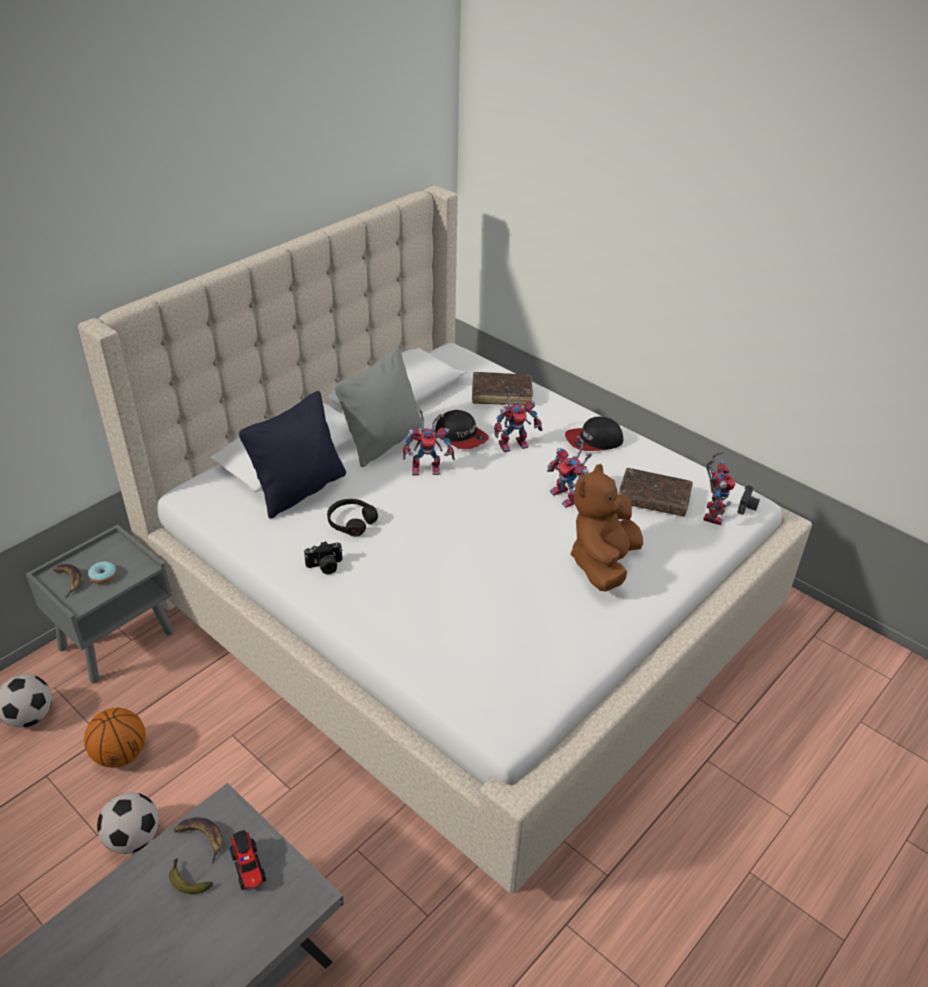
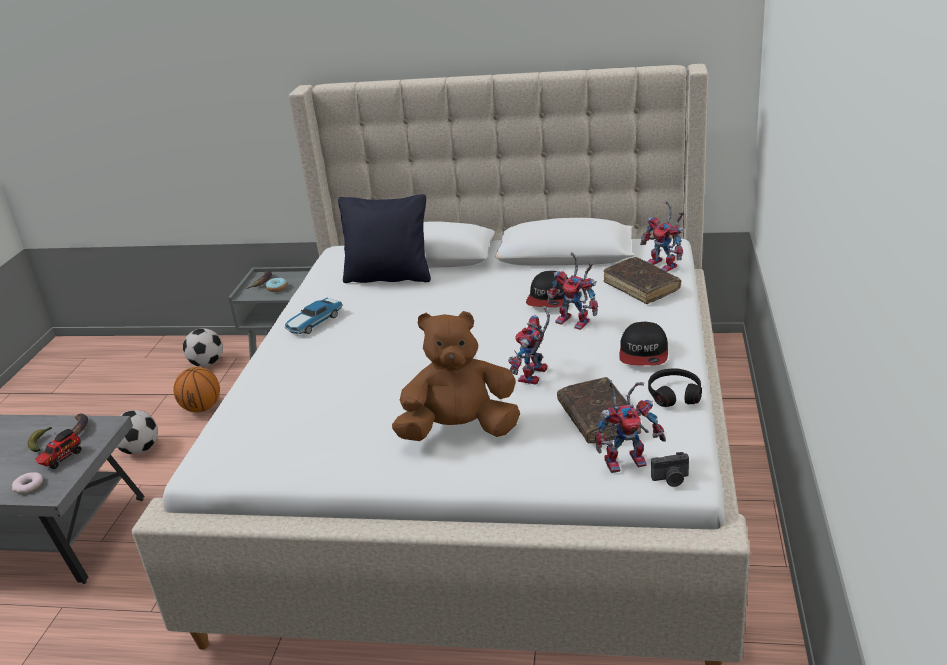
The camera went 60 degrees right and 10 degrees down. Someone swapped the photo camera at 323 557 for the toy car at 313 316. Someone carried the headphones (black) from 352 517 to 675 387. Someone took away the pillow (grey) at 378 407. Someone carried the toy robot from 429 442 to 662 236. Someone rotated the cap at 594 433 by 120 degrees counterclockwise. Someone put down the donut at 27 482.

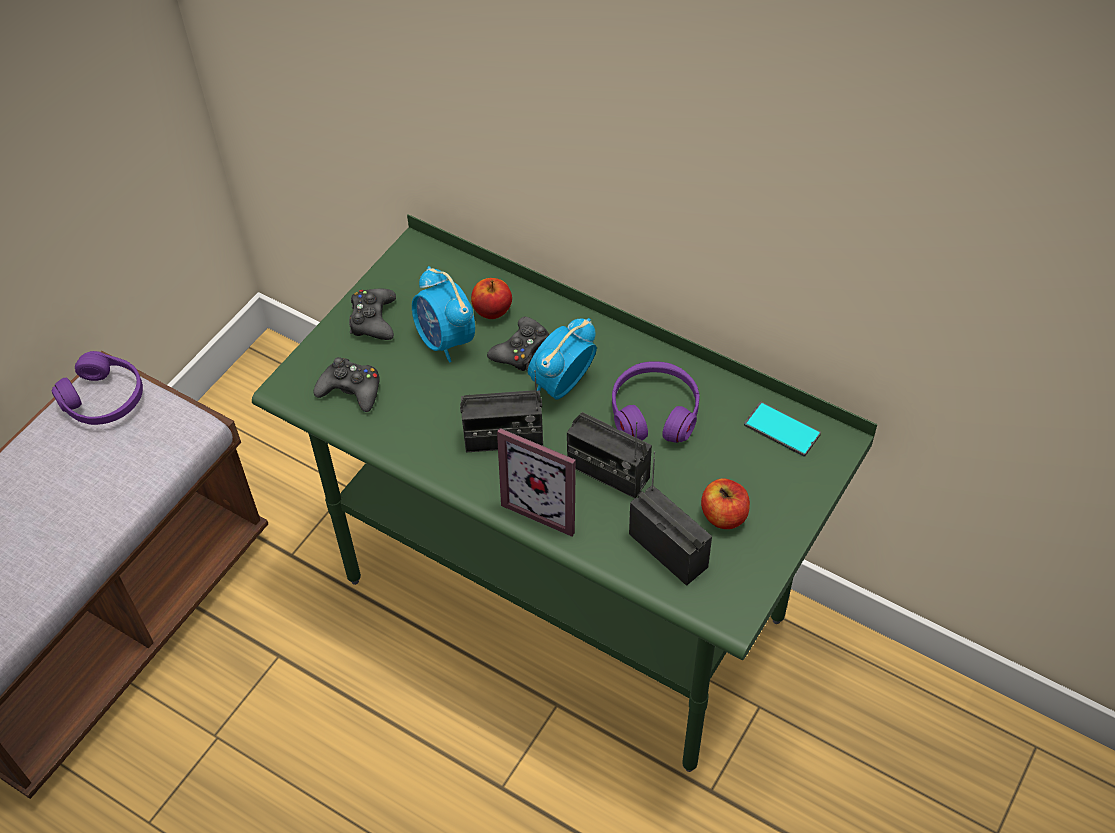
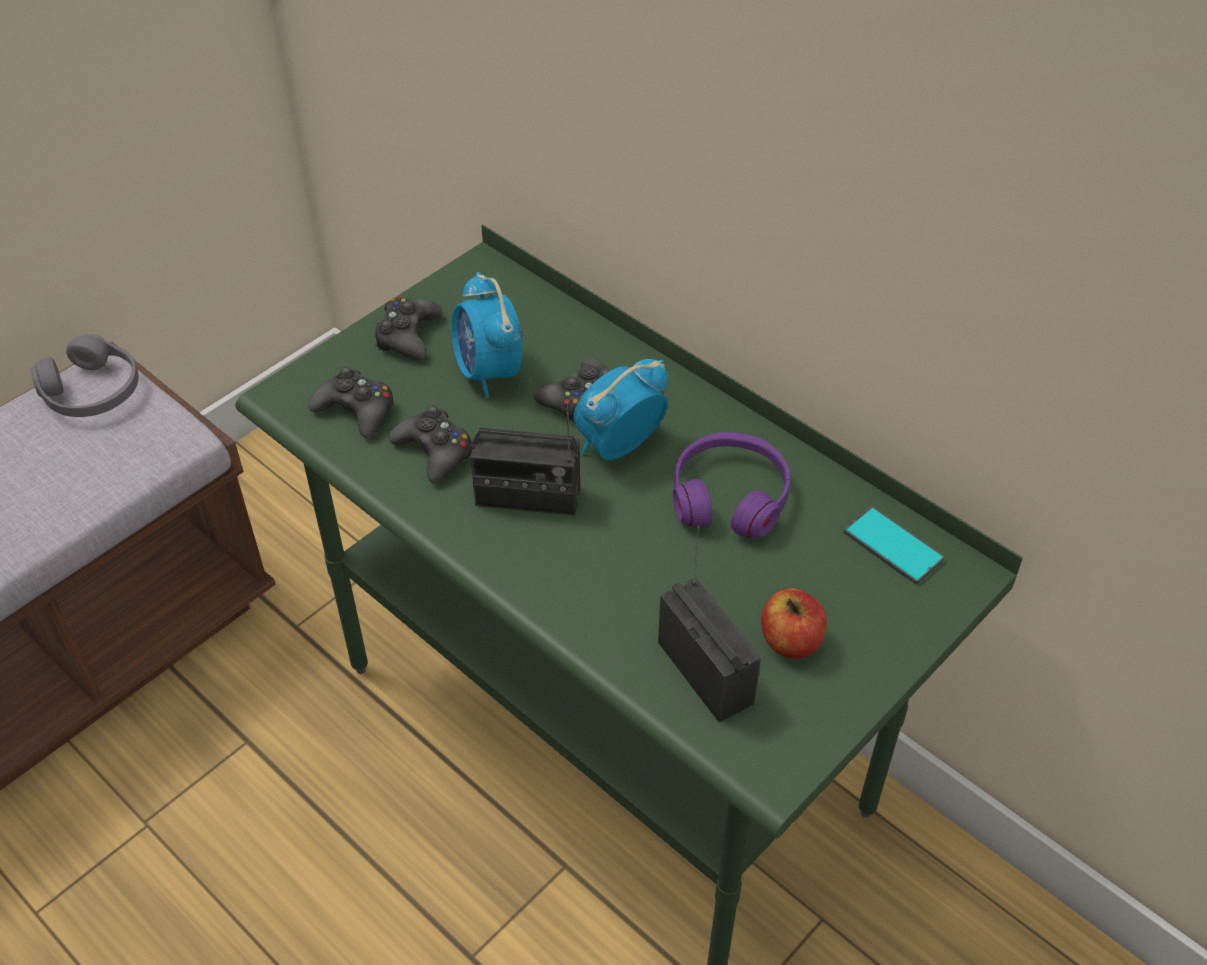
The camera went 10 degrees right and 5 degrees down. Someone repainted the headphones (purple) at 97 388, which became the headphones (grey) at 84 375. Someone took away the apple at 491 298. Someone took away the picture frame at 536 482. Someone took away the radio at 609 455. Someone put down the game controller (black) at 430 444.

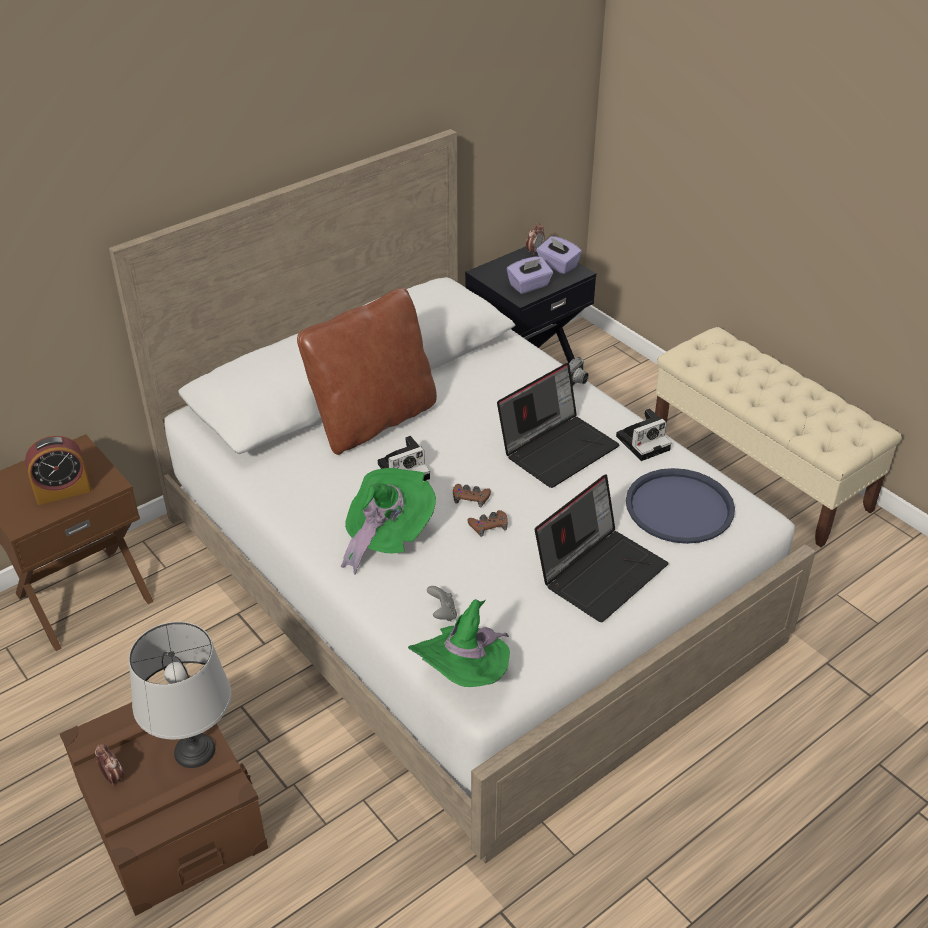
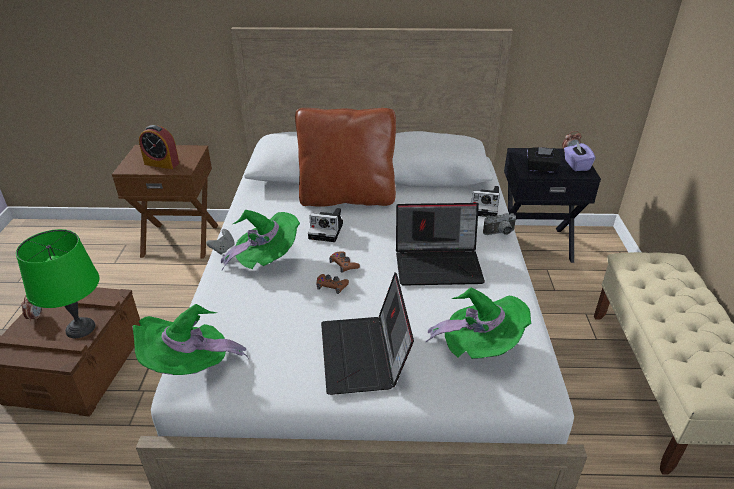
The camera went 40 degrees right and 5 degrees down. Someone repainted the table lamp (grey) at 180 695, which became the table lamp (green) at 58 283. Someone carried the game controller (grey) from 442 604 to 220 242. Someone repainted the tissue box (purple) at 530 275, which became the tissue box (black) at 544 160. Someone rotated the laptop at 602 548 by 90 degrees clockwise. Someone carried the photo camera from 643 434 to 485 201. Someone swapped the tray (blue) at 680 506 for the hat (green) at 478 323.

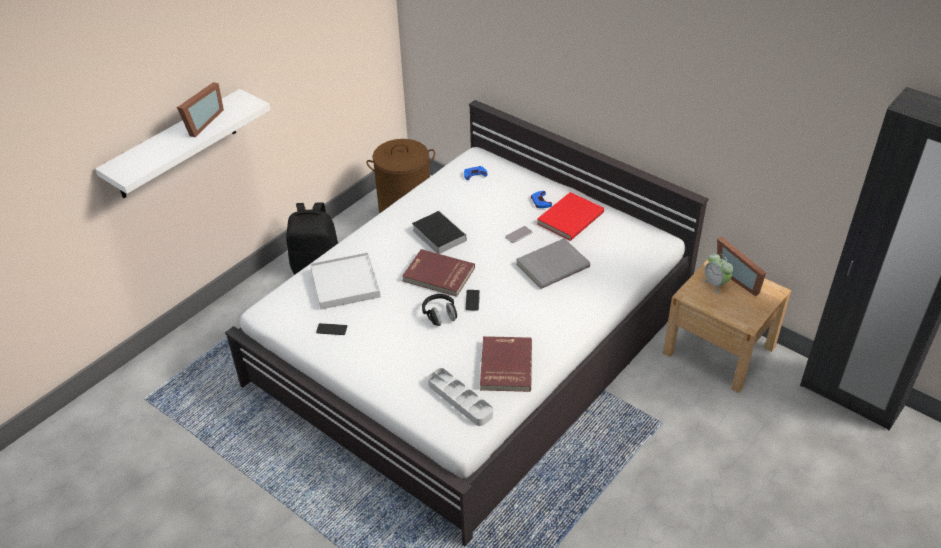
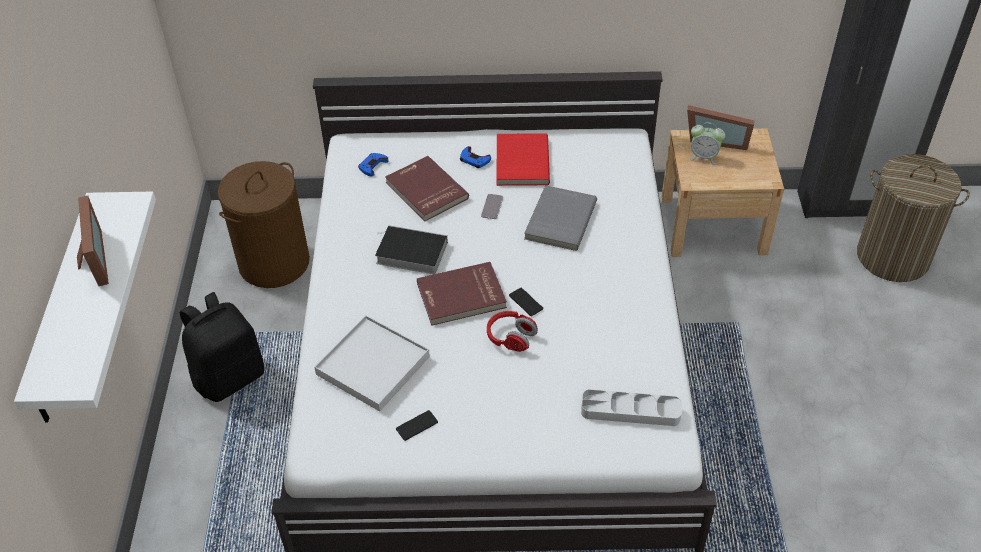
The camera went 40 degrees left and 5 degrees up. Someone repainted the headphones (black) at 439 310, which became the headphones (red) at 512 331. Someone carried the book (red) from 506 364 to 427 188. Someone put down the laundry basket at 913 218.

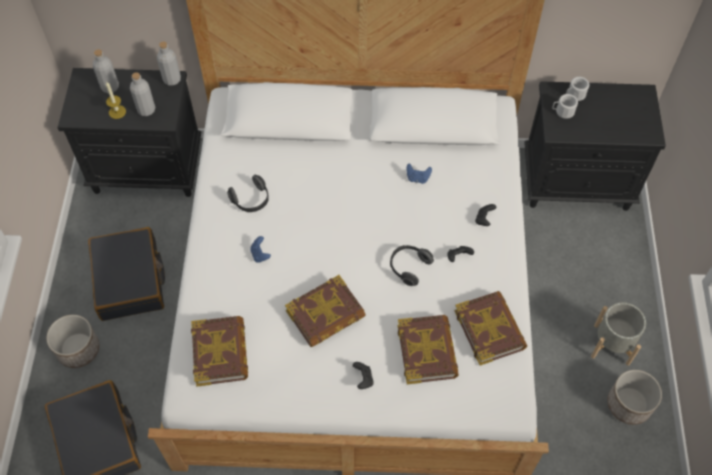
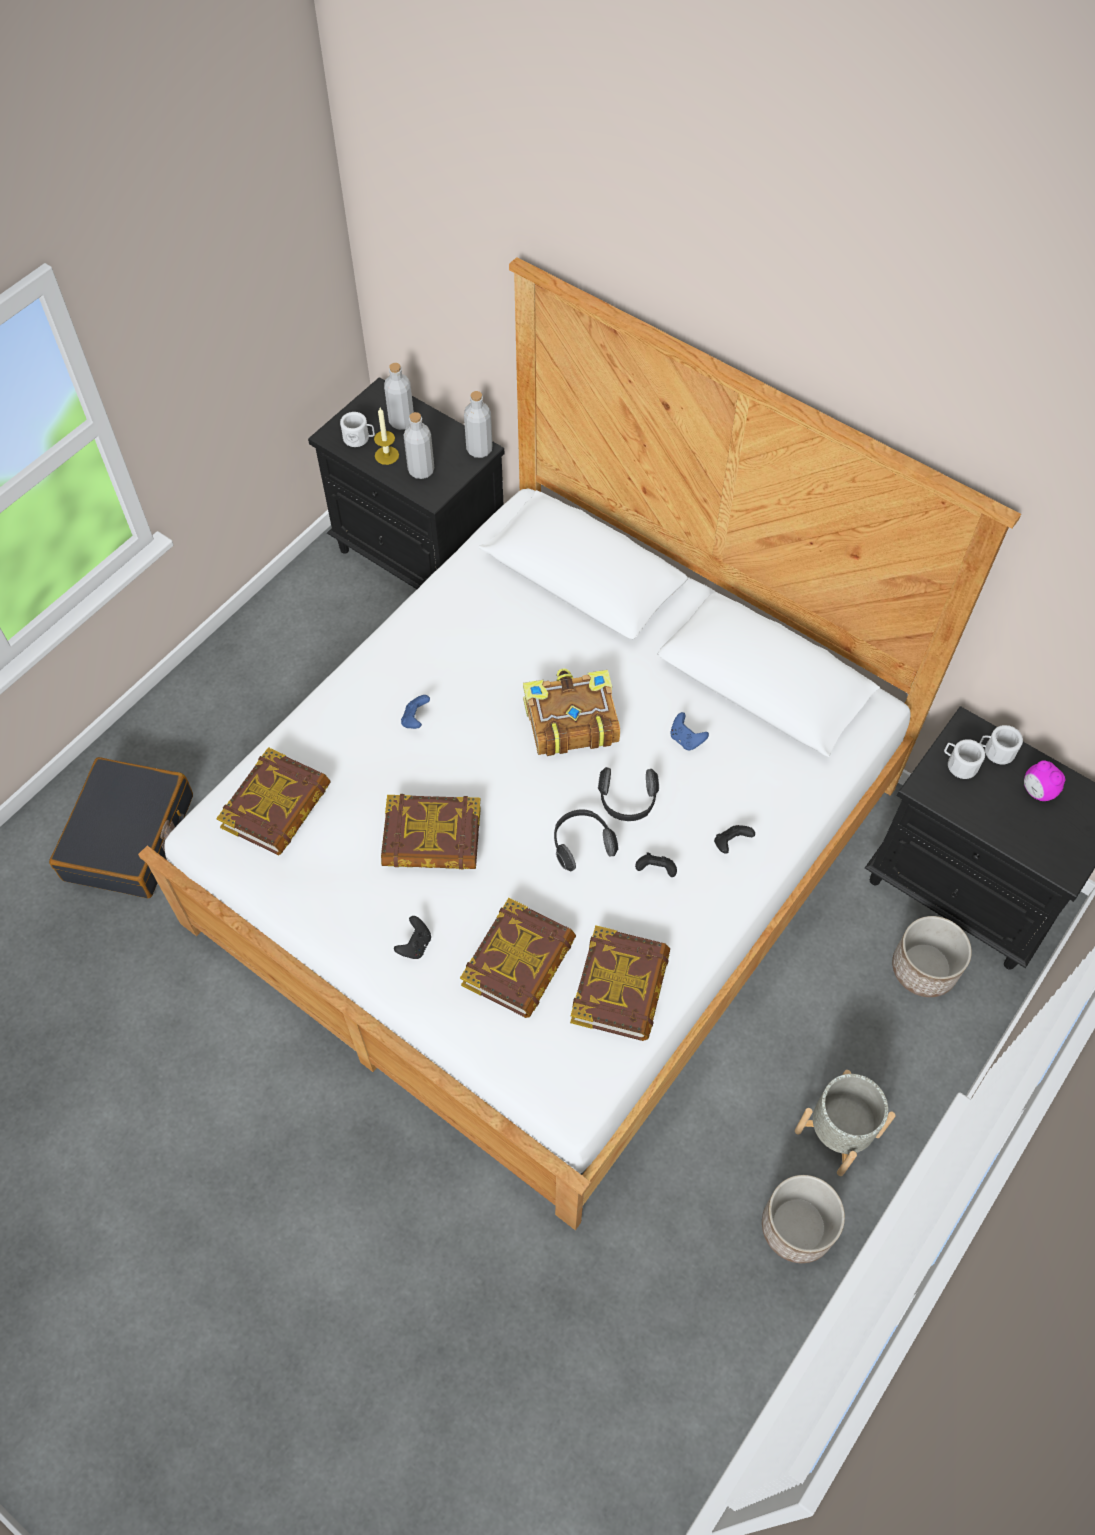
The camera went 35 degrees right and 0 degrees up. Someone carried the planter from 72 341 to 932 956. Someone took away the suitcase (black) at 126 274. Someone carried the headphones from 248 193 to 628 794. Someone put down the mug (white) at 357 429. Someone put down the book at 571 712. Someone put down the alarm clock at 1044 780.

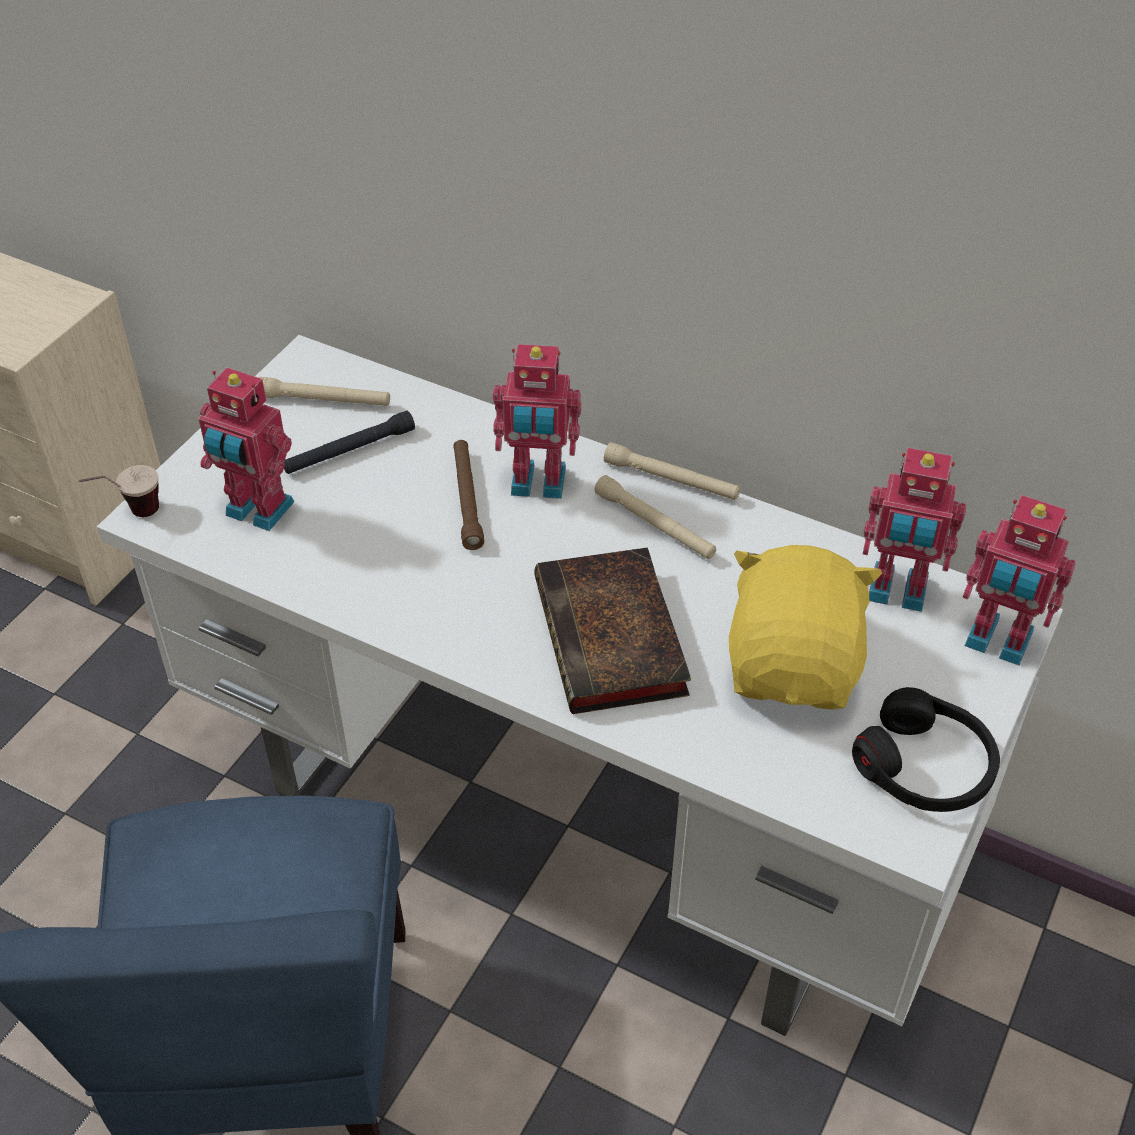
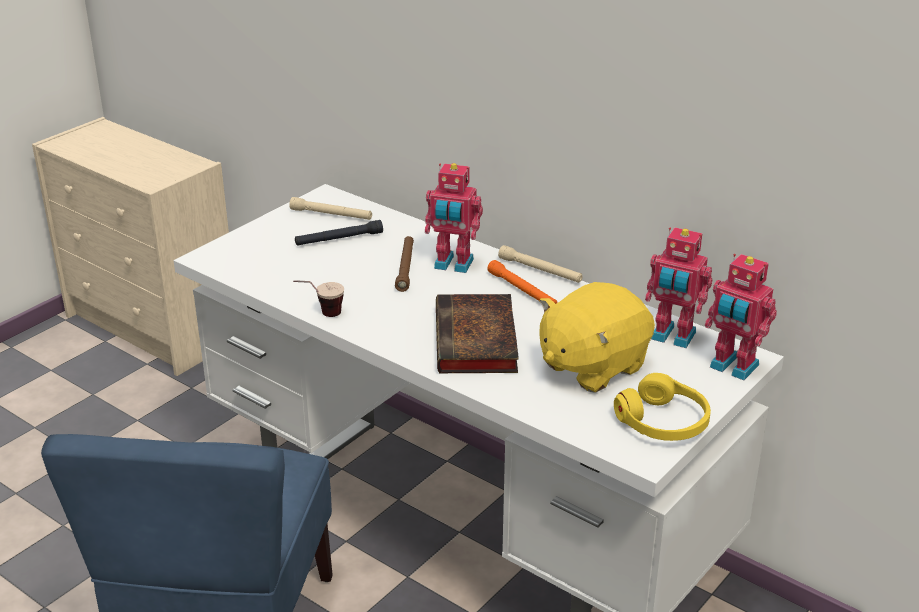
The camera went 10 degrees right and 15 degrees down. Someone carried the cup from 119 491 to 318 298. Someone took away the toy robot at 247 449. Someone repainted the flashlight (beige) at 655 517, which became the flashlight (orange) at 522 282. Someone rotated the plush toy (yellow) at 805 627 by 150 degrees counterclockwise. Someone repainted the headphones (black) at 926 749, which became the headphones (yellow) at 662 407.

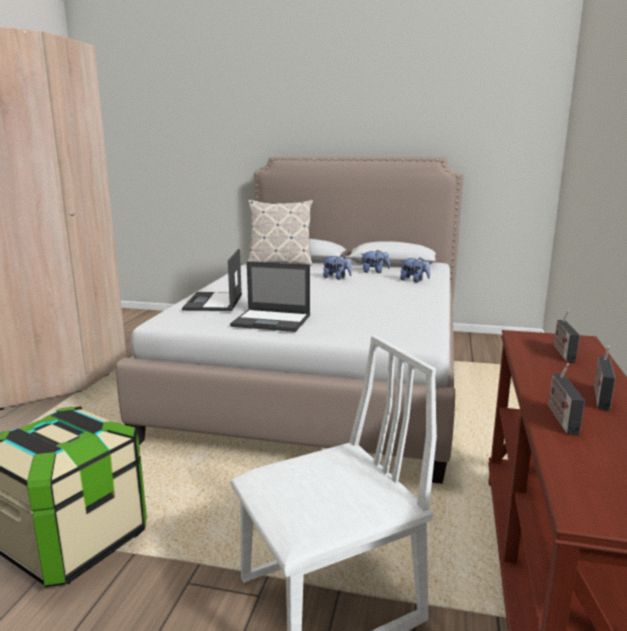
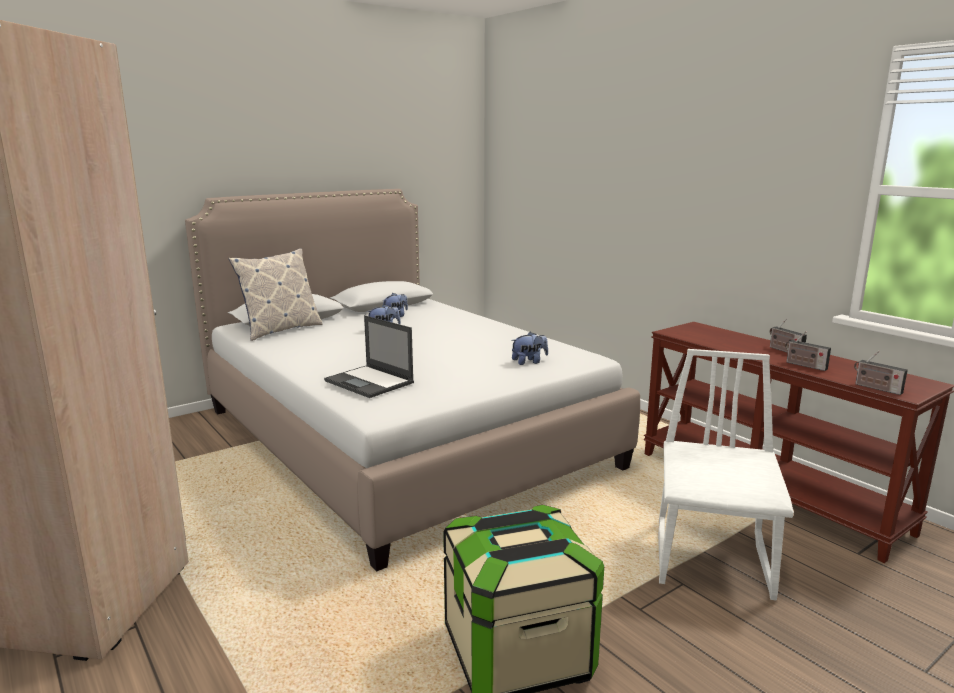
The camera went 50 degrees left and 0 degrees up. Someone took away the laptop at 270 297. Someone carried the plush toy from 415 269 to 529 348. Someone carried the radio from 567 336 to 881 373.

